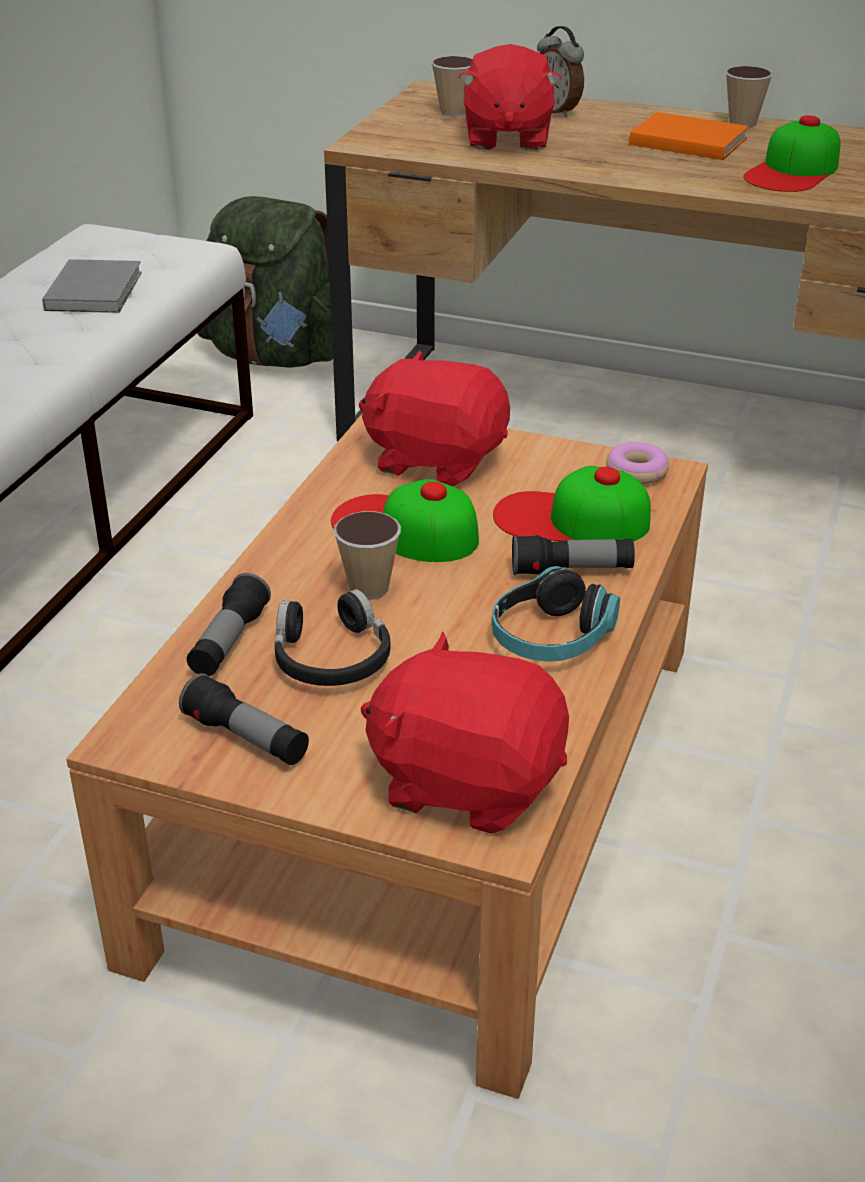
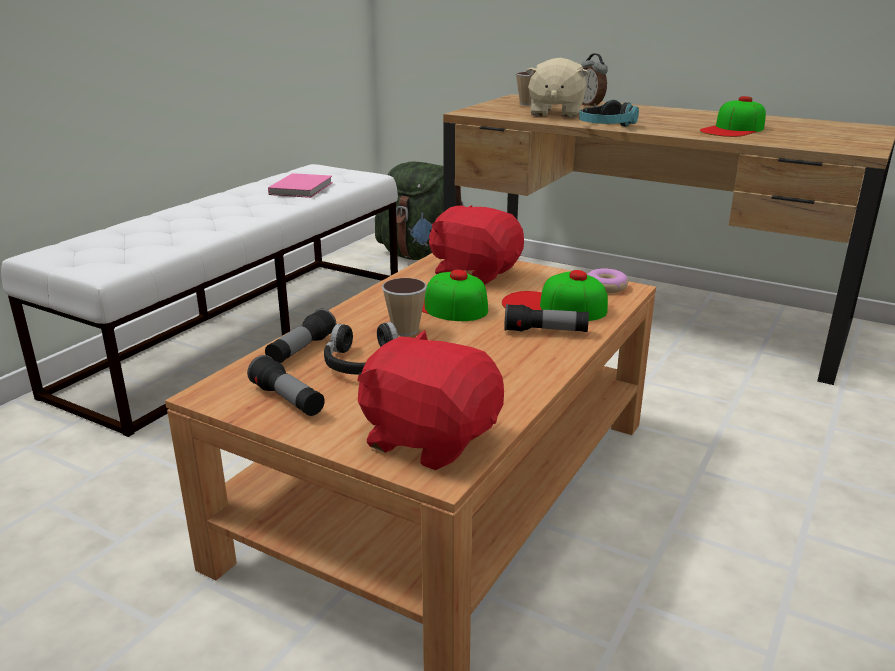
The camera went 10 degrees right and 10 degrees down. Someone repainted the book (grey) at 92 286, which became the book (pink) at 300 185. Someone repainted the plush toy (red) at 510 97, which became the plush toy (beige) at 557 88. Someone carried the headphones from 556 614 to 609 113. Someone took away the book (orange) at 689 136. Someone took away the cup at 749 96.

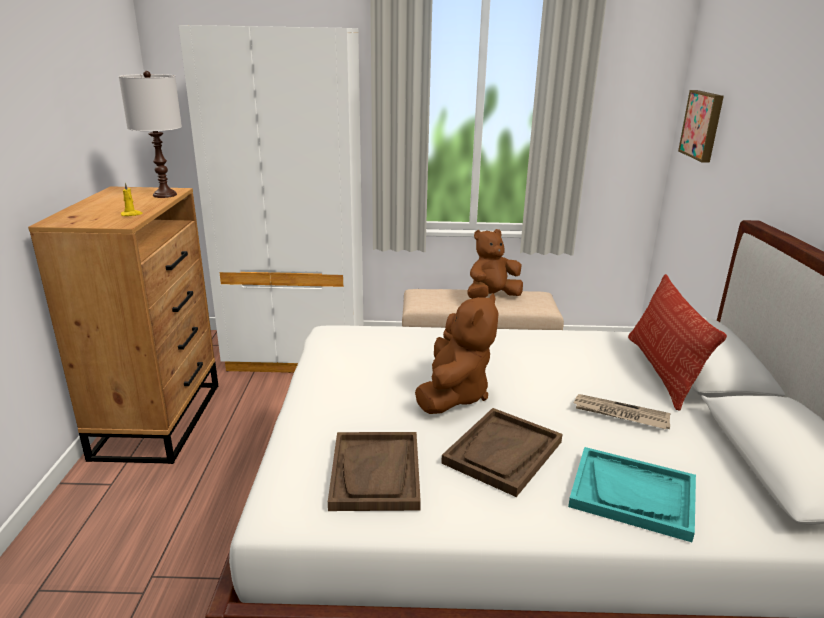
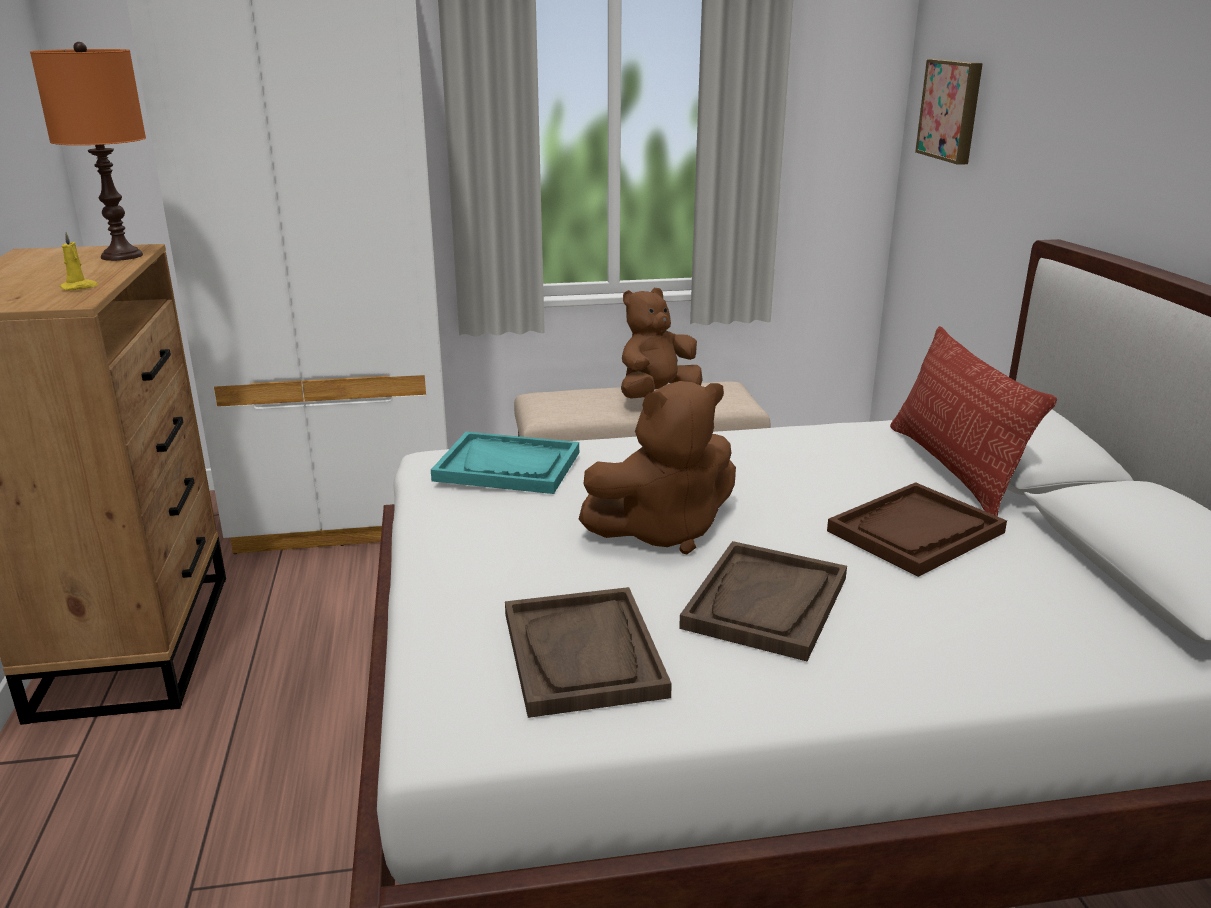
The camera went 10 degrees left and 0 degrees up. Someone repainted the table lamp (white) at 150 134, which became the table lamp (orange) at 88 151. Someone rotated the plush toy (brown) at 457 353 by 60 degrees clockwise. Someone carried the tray (turquoise) from 632 494 to 505 463. Someone swapped the newspaper at 622 411 for the tray (brown) at 917 529.

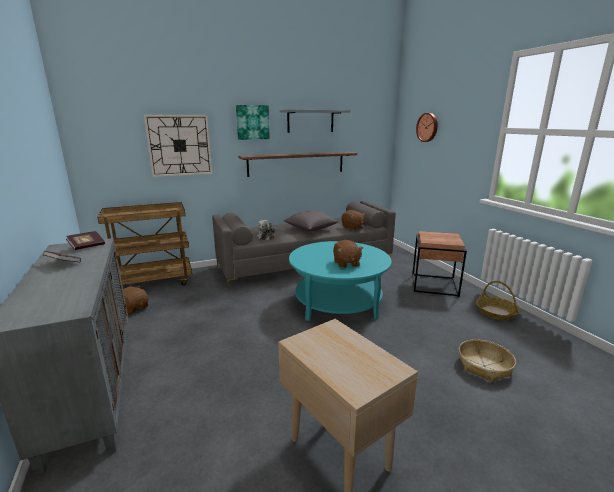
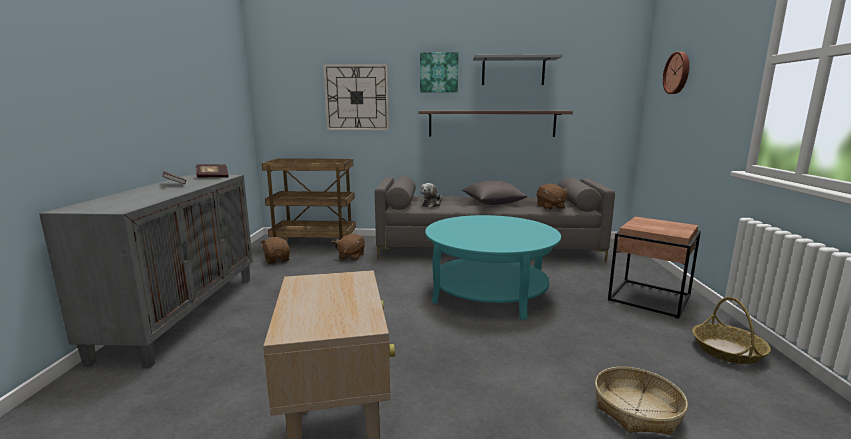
The camera went 25 degrees right and 5 degrees down. Someone carried the plush toy (brown) from 348 254 to 350 246.

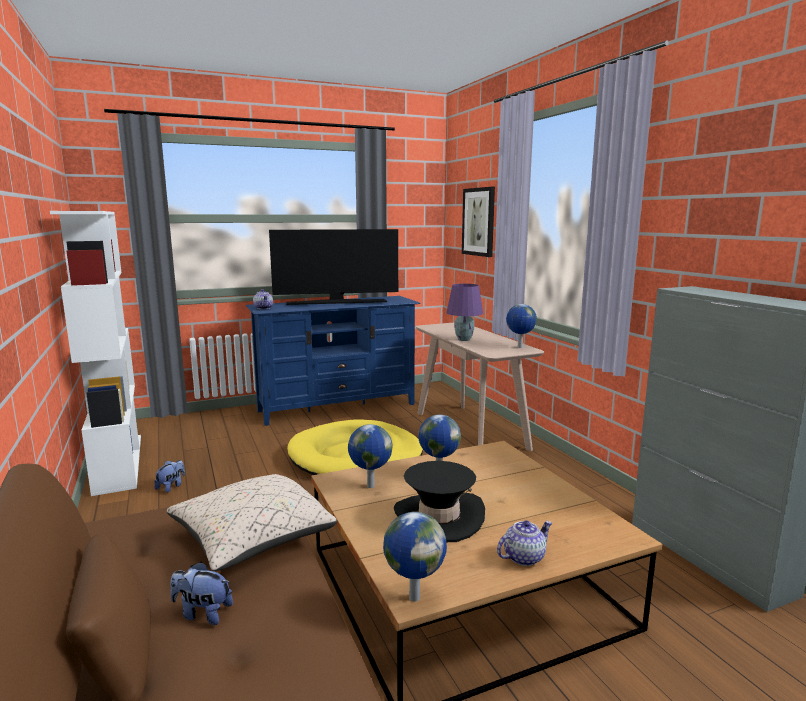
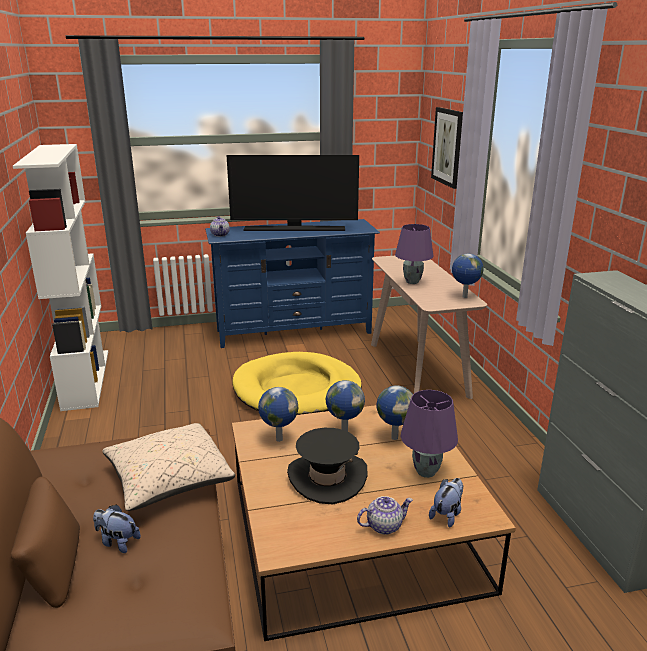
The camera went 10 degrees right and 10 degrees up. Someone carried the plush toy from 169 476 to 446 503. Someone carried the globe from 415 557 to 394 412. Someone put down the table lamp (purple) at 429 434.

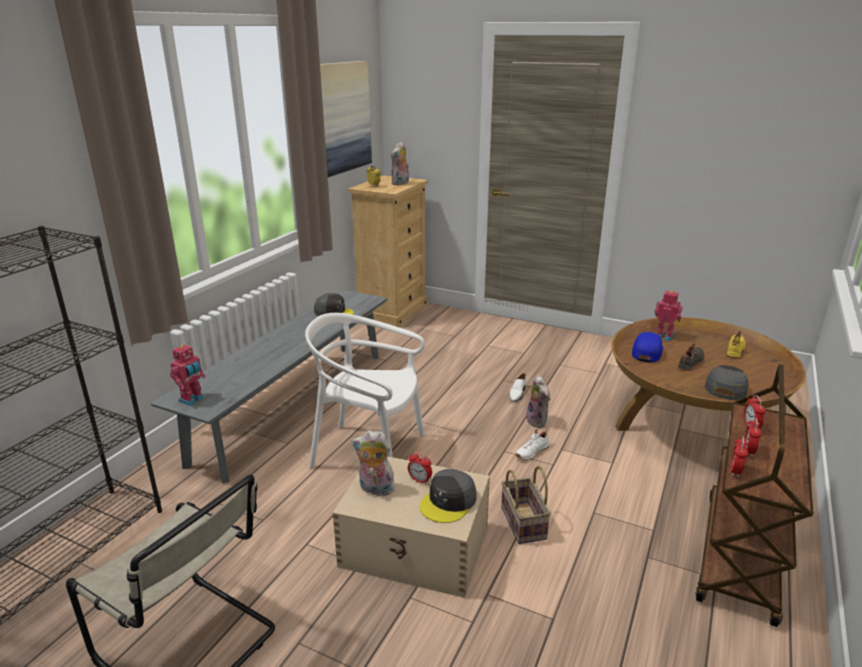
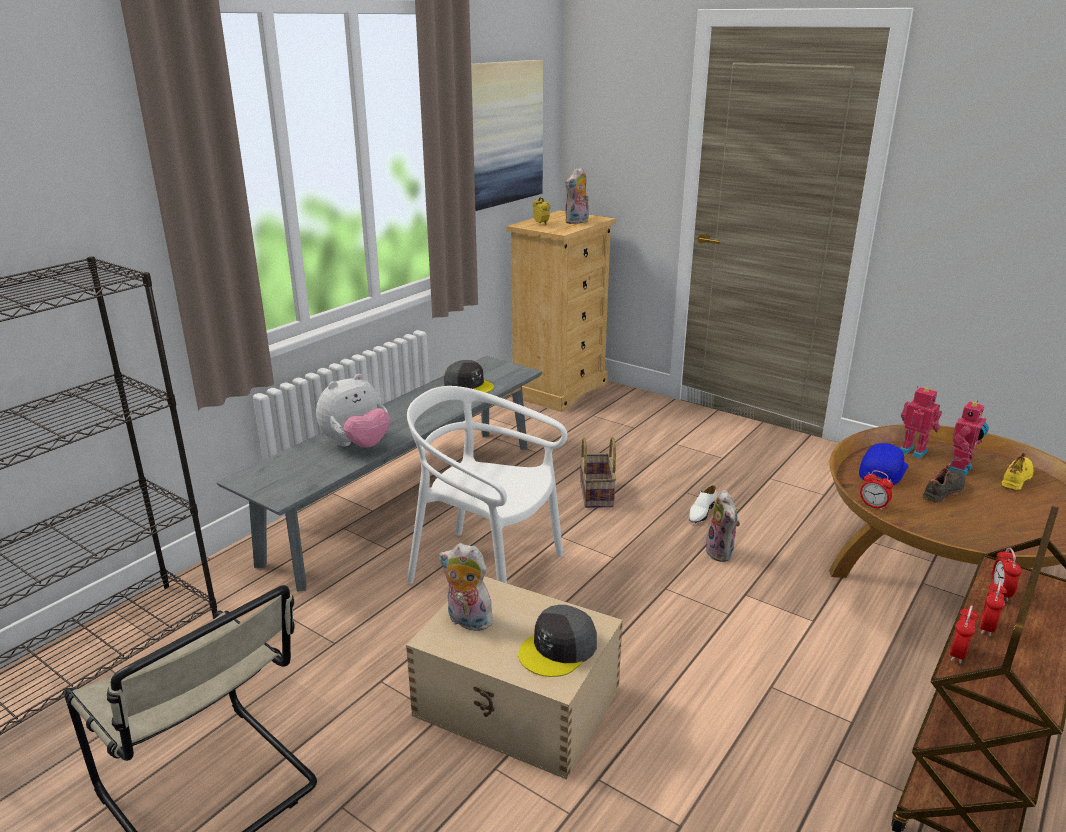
The camera went 10 degrees right and 0 degrees up. Someone carried the toy robot from 188 374 to 969 438. Someone carried the alarm clock from 420 468 to 876 490. Someone carried the basket from 526 505 to 598 472. Someone took away the shoe (white) at 532 444. Someone took away the cap (grey) at 727 382. Someone put down the plush toy at 353 411.

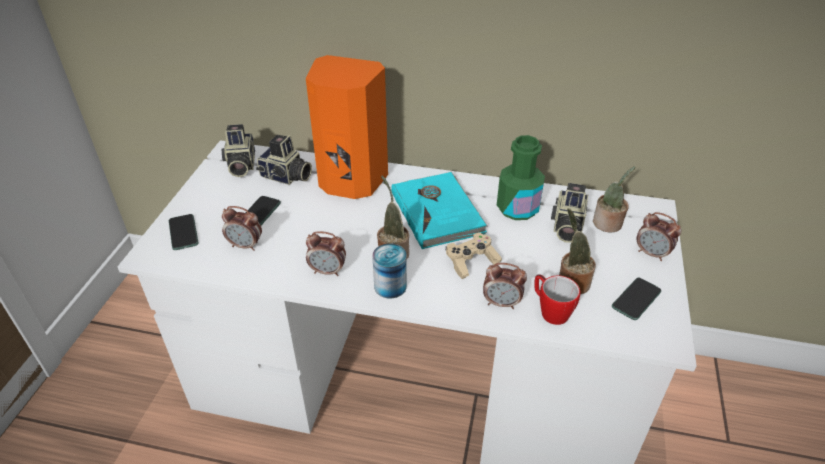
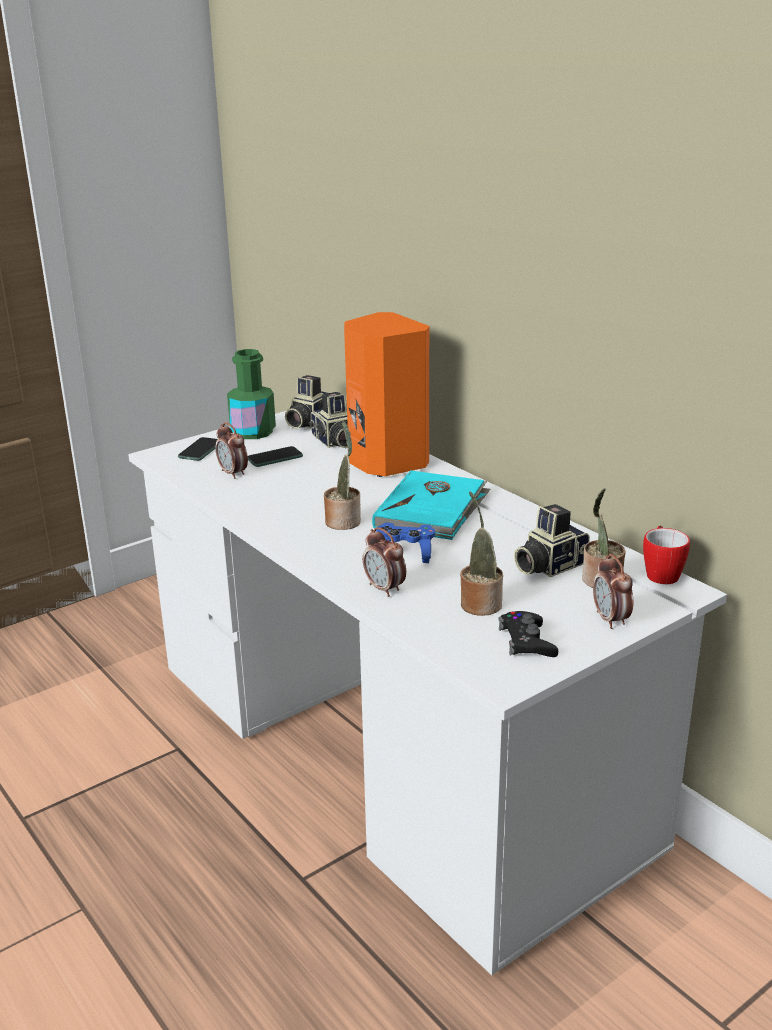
The camera went 40 degrees right and 15 degrees down. Someone took away the alarm clock at 326 253. Someone took away the can at 389 271. Someone repainted the game controller (beige) at 474 255, which became the game controller (blue) at 405 543. Someone carried the bottle (green) from 521 177 to 251 394. Someone carried the mug from 557 299 to 666 555. Someone swapped the phone at 636 299 for the game controller (black) at 528 634.

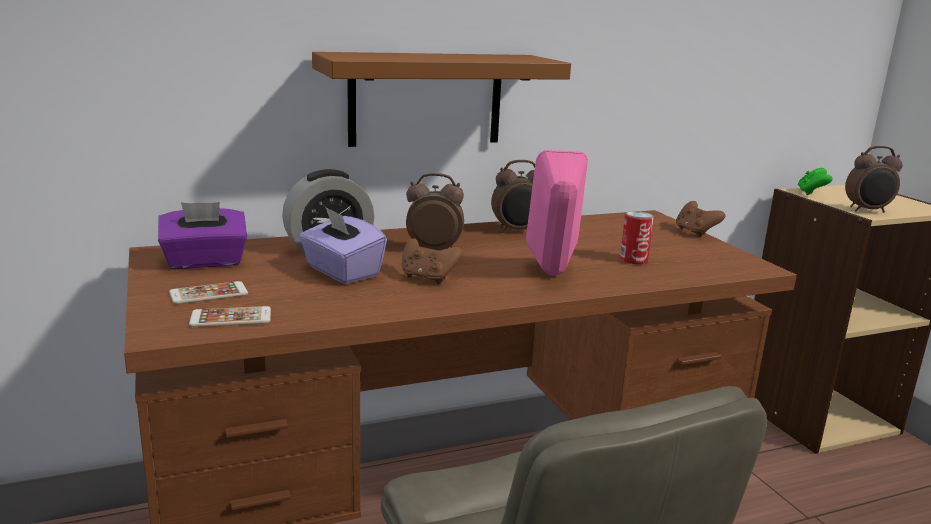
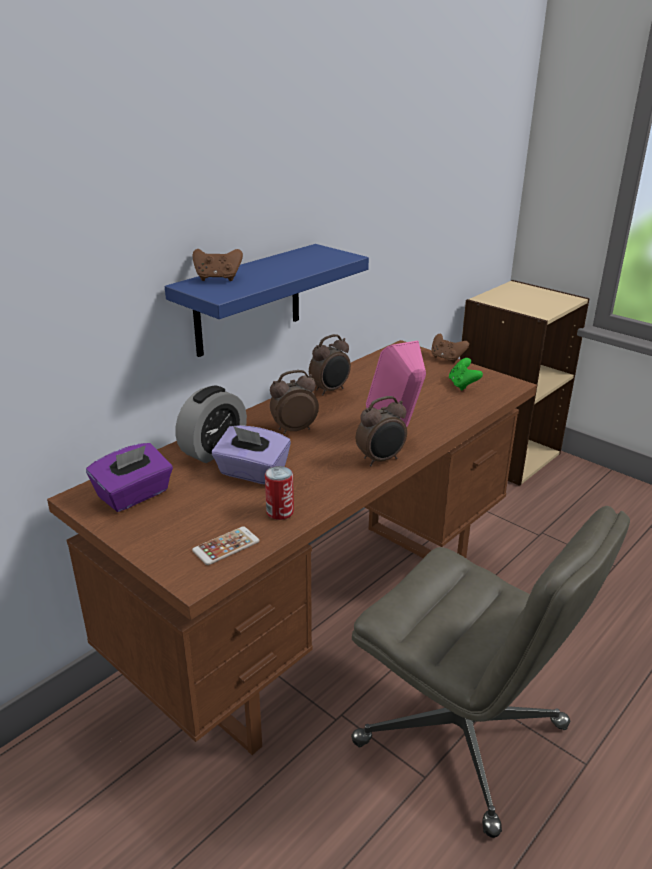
The camera went 25 degrees left and 10 degrees up. Someone took away the phone at 208 292. Someone repainted the shelf (brown) at 441 99, which became the shelf (blue) at 267 300. Someone carried the game controller (brown) from 432 261 to 218 265. Someone carried the can from 637 237 to 279 493. Someone carried the game controller (green) from 815 181 to 466 374. Someone carried the alarm clock from 874 179 to 381 431.

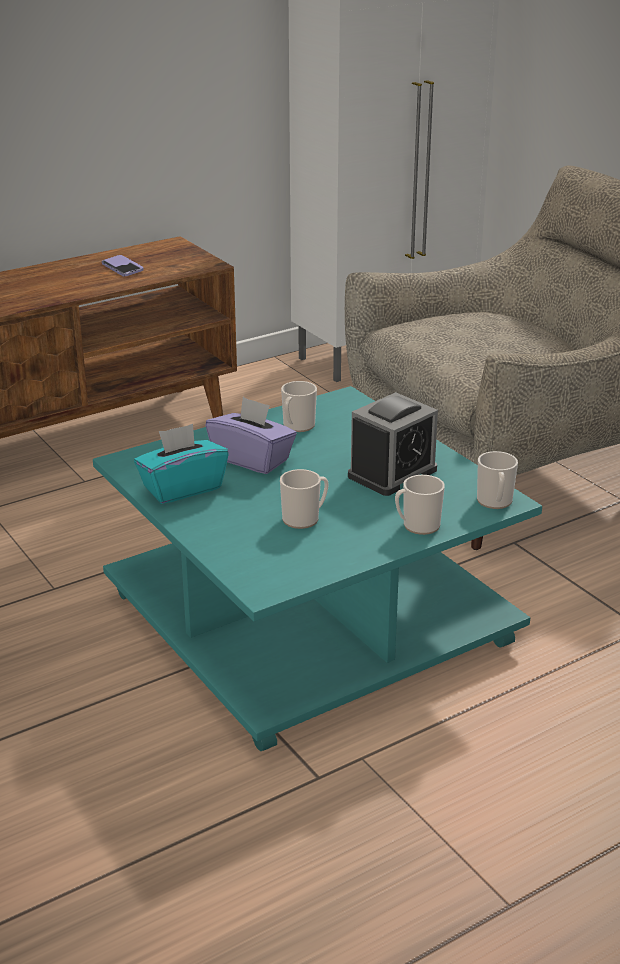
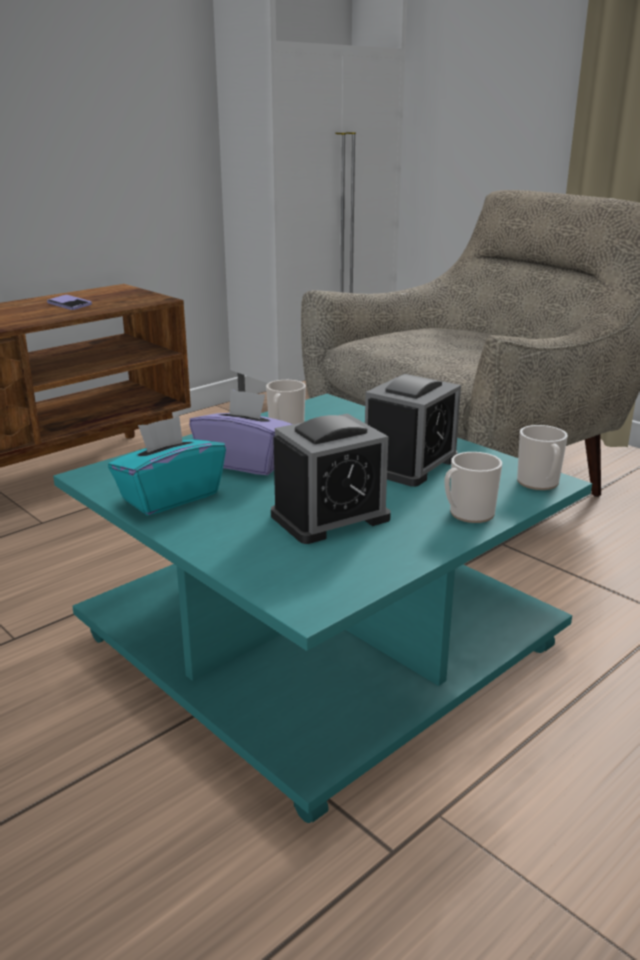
The camera went 10 degrees left and 5 degrees down. Someone swapped the mug at 304 499 for the alarm clock at 331 478.

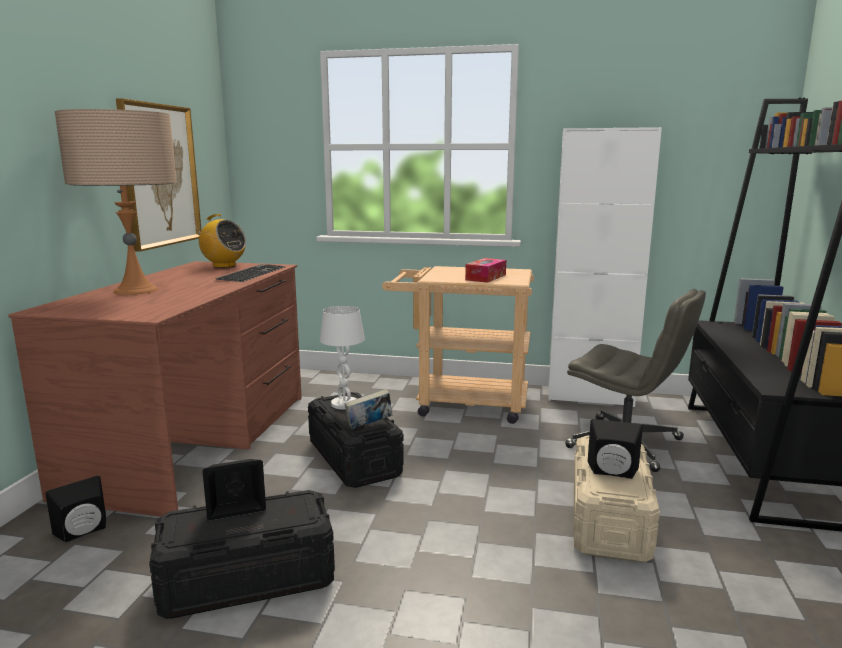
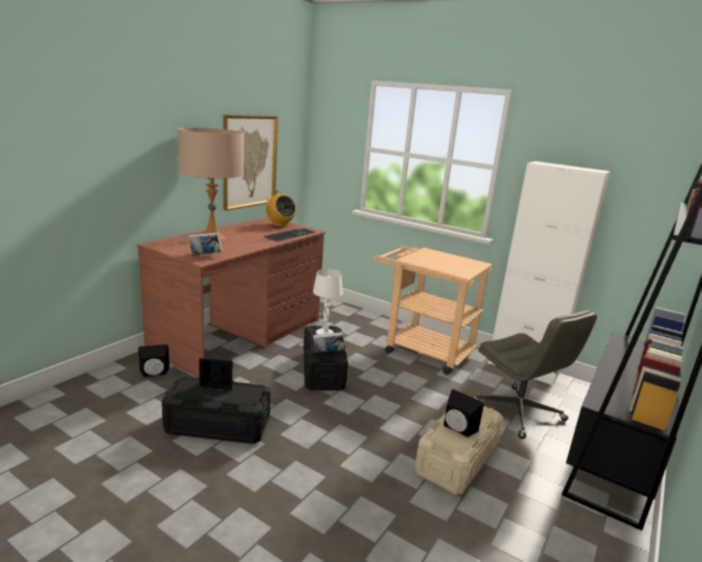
The camera went 20 degrees right and 5 degrees up. Someone took away the tissue box at 485 270. Someone put down the book at 205 243.

